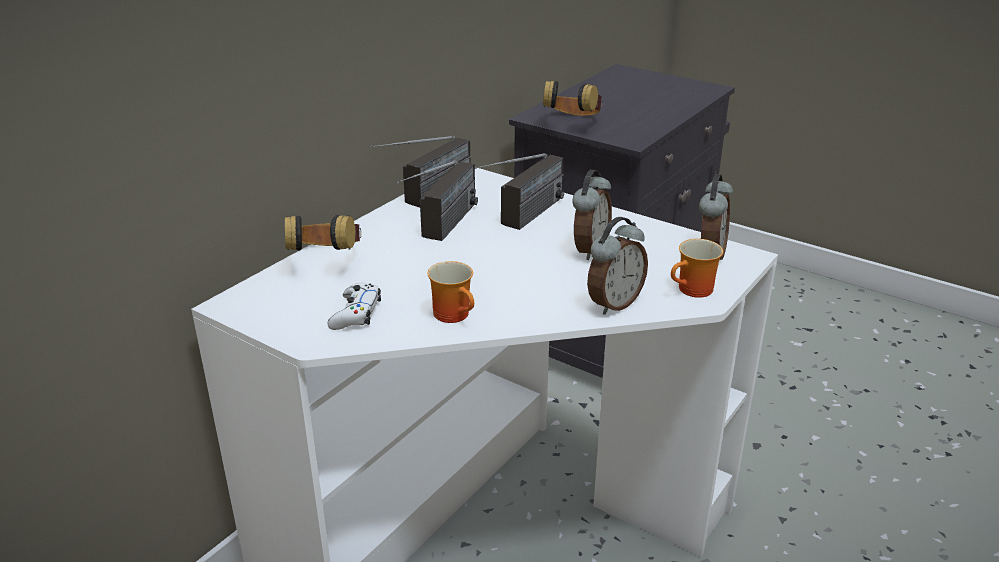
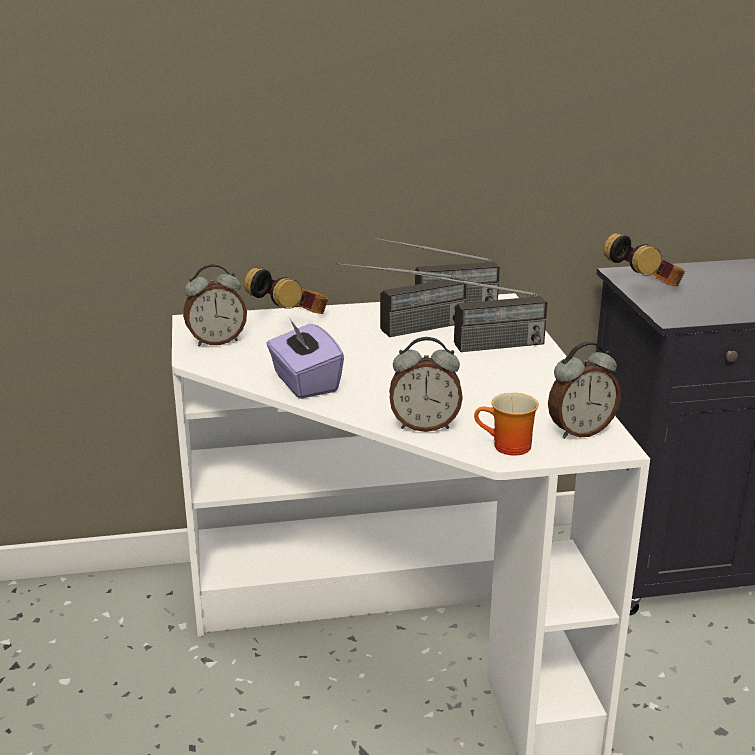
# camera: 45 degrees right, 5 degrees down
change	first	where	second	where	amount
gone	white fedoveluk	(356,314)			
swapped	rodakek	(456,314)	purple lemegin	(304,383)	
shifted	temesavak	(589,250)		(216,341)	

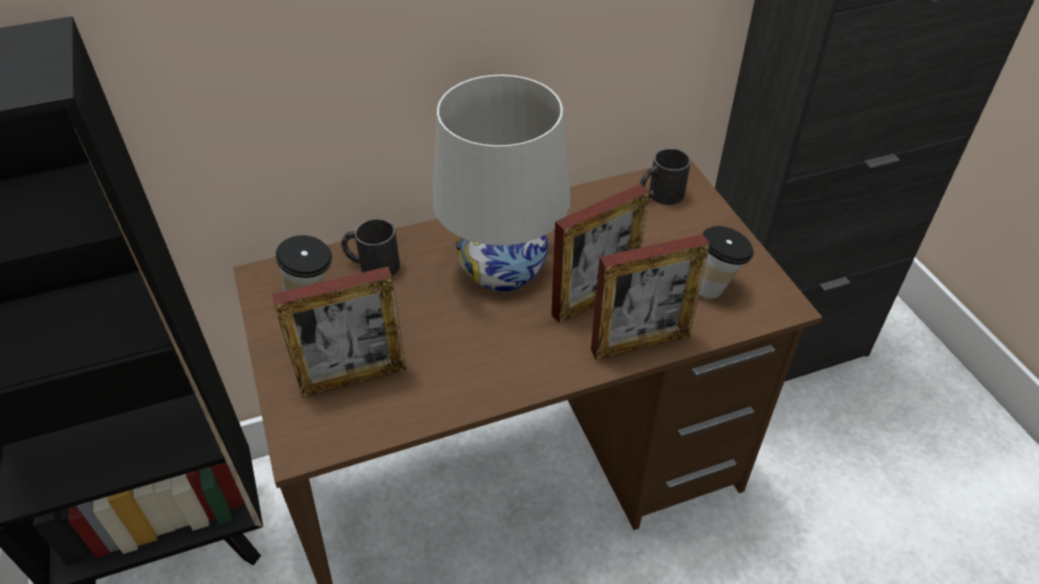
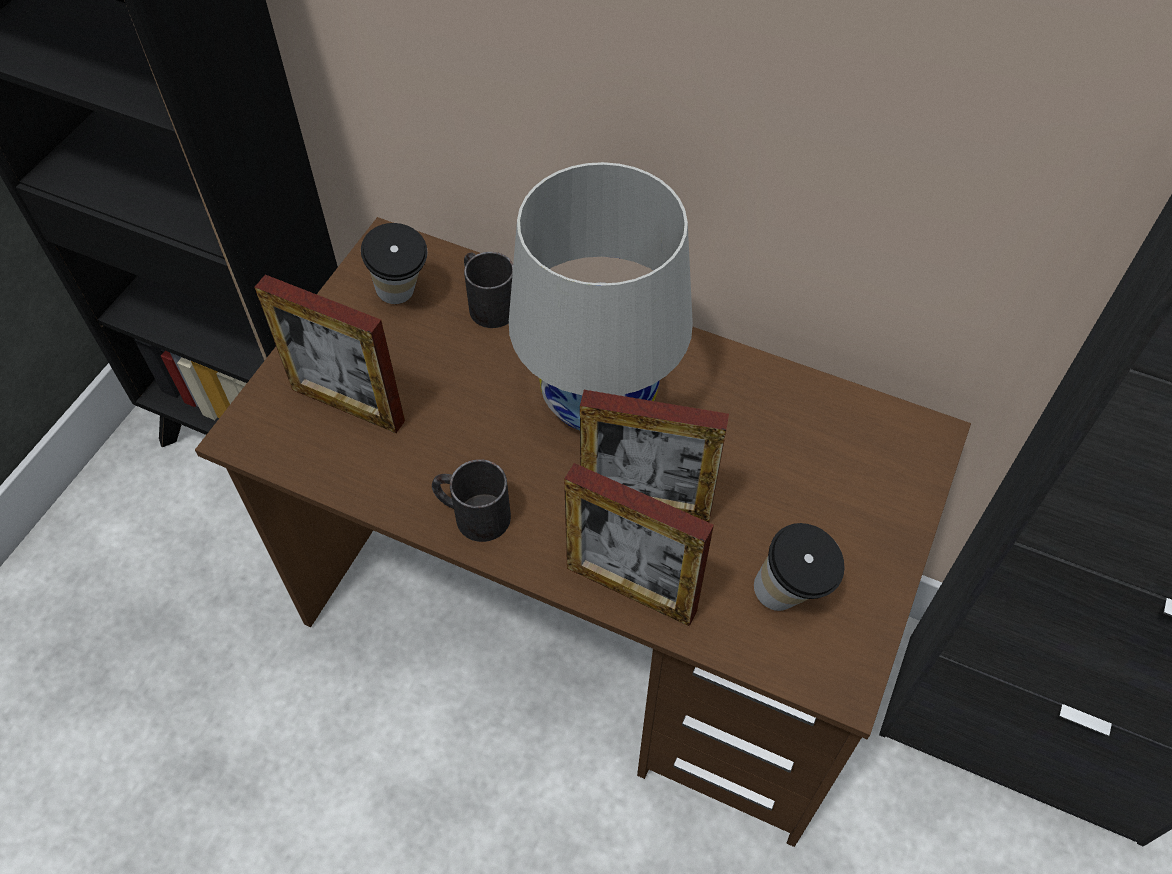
# camera: 45 degrees right, 10 degrees up
change	first	where	second	where	amount
shifted	black rodakek	(660,195)		(472,514)	

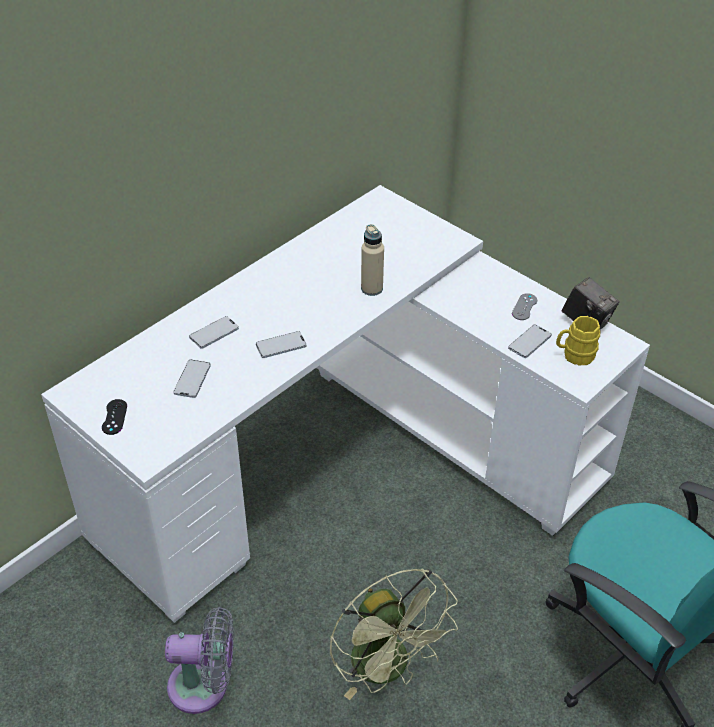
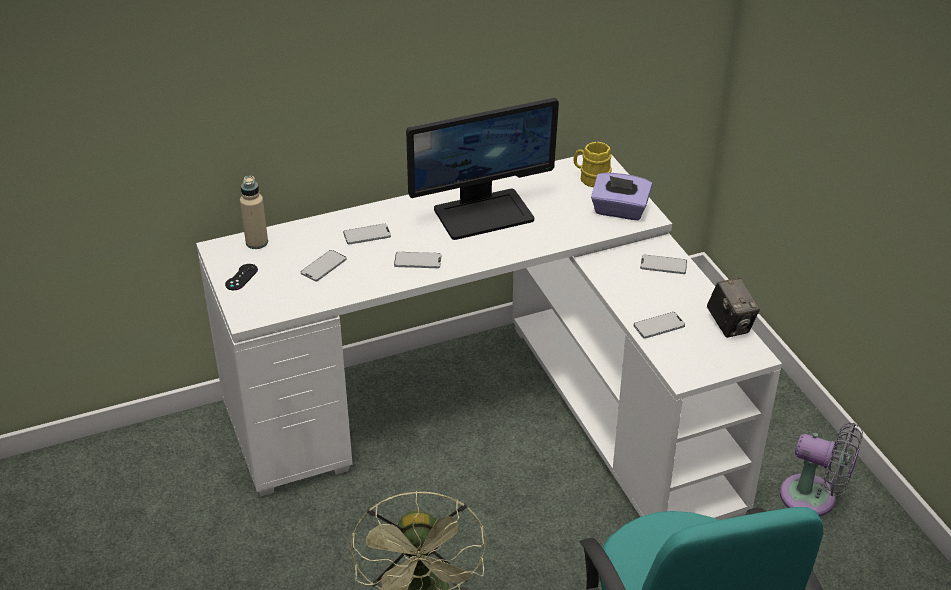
# camera: 25 degrees right, 5 degrees down
change	first	where	second	where	amount
shifted	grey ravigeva	(204,686)		(814,498)	
shifted	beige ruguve	(372,288)		(257,242)	
gone	grey fedoveluk	(524,307)			
shifted	yellow rodakek	(574,355)		(591,178)	
new			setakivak	(483,213)	
new			purple lemegin	(619,211)	
new			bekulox	(663,265)	

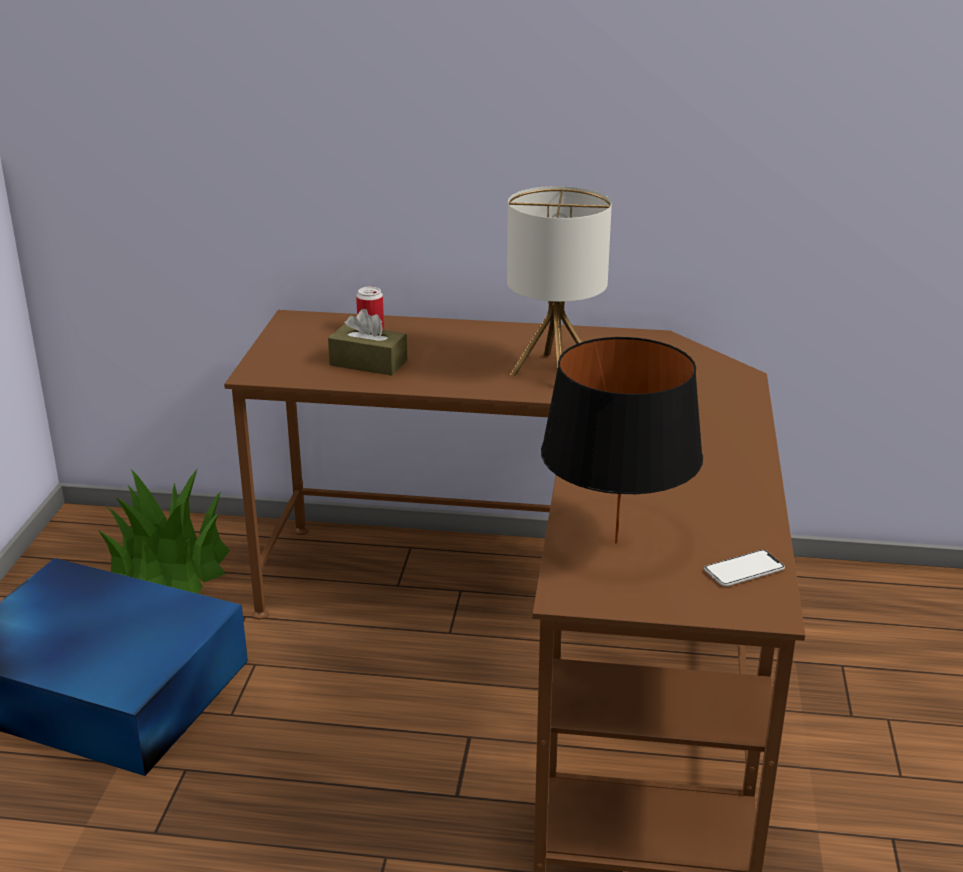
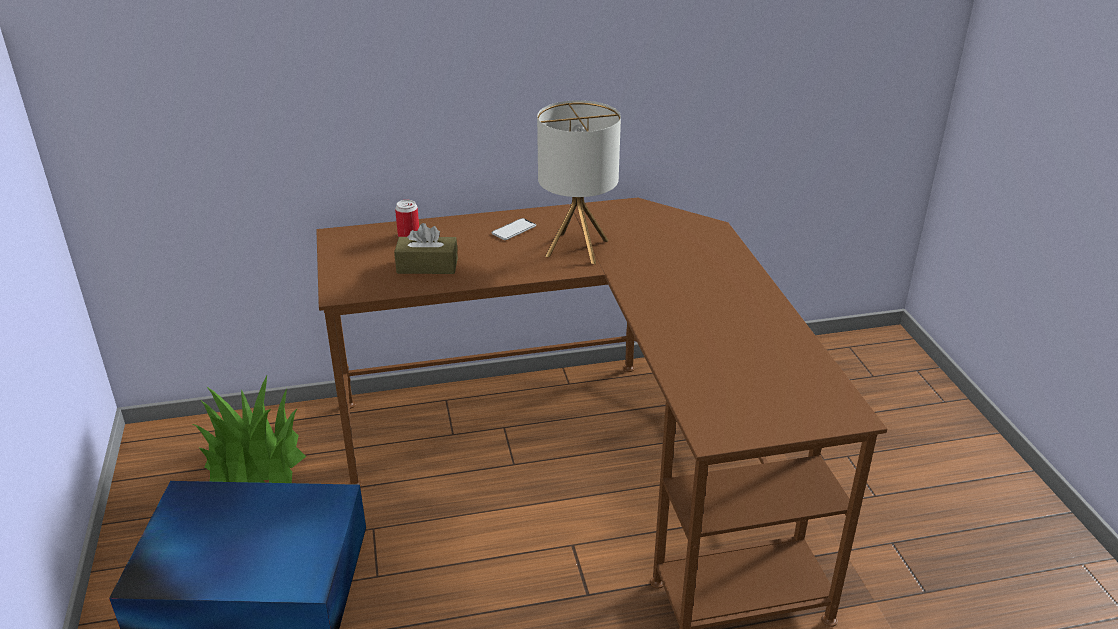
# camera: 20 degrees left, 5 degrees up
change	first	where	second	where	amount
gone	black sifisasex	(615,543)			
shifted	bekulox	(744,570)		(513,230)	

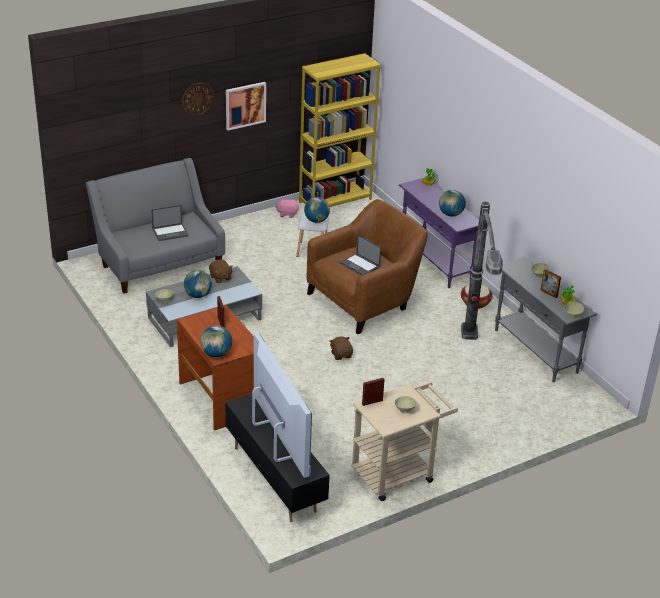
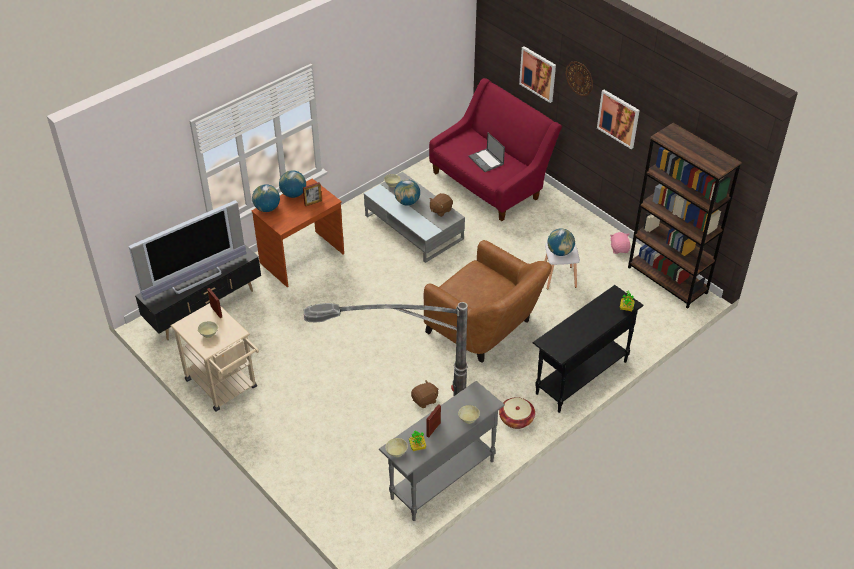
# camera: 80 degrees right, 10 degrees up
change	first	where	second	where	amount
repainted	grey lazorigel	(159,262)	red lazorigel	(490,182)	
repainted	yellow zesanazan	(335,201)	brown zesanazan	(667,280)	
shifted	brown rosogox	(341,355)		(425,400)	
gone	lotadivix	(360,265)			
repainted	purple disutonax	(435,263)	black disutonax	(581,377)	
shifted	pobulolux	(450,214)		(293,194)	
new			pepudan	(538,74)	

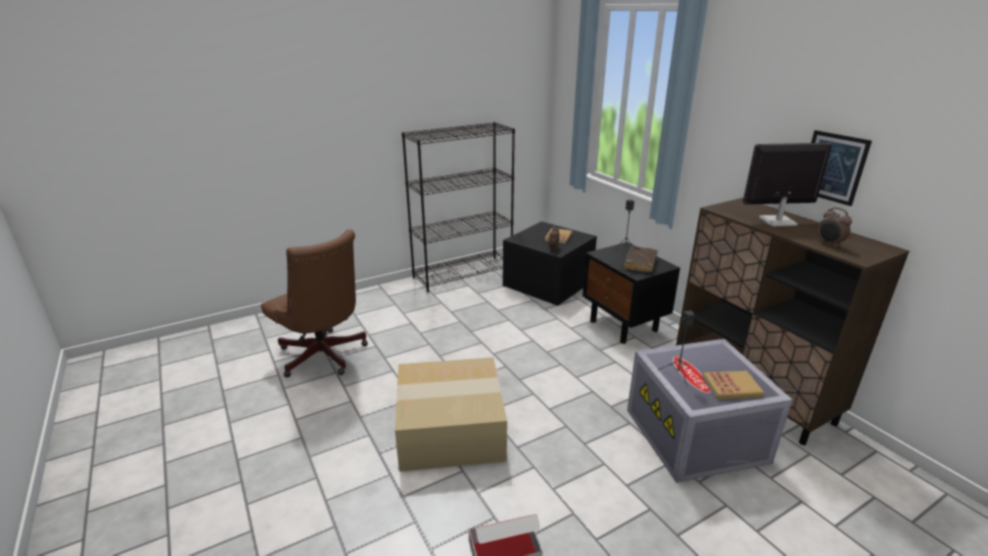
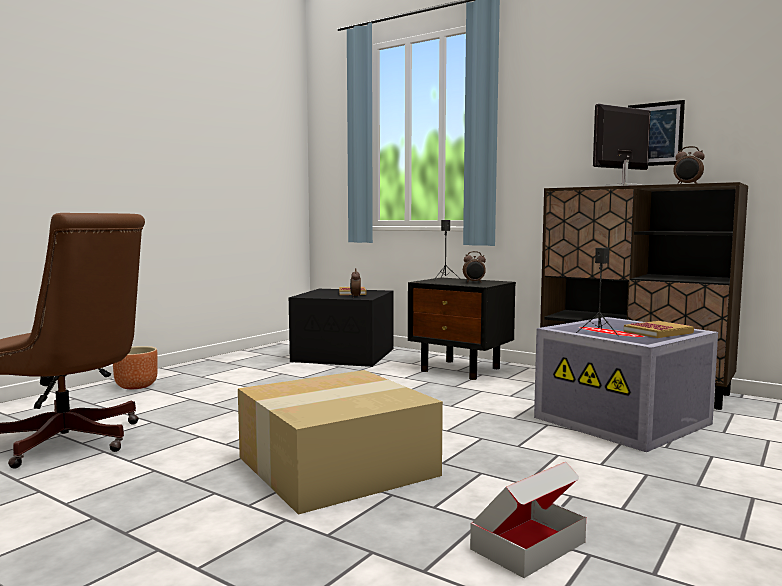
# camera: 25 degrees left, 20 degrees down
change	first	where	second	where	amount
gone	black zesanazan	(463,273)			
swapped	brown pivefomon	(640,263)	temesavak	(474,282)	
new			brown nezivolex	(135,386)	

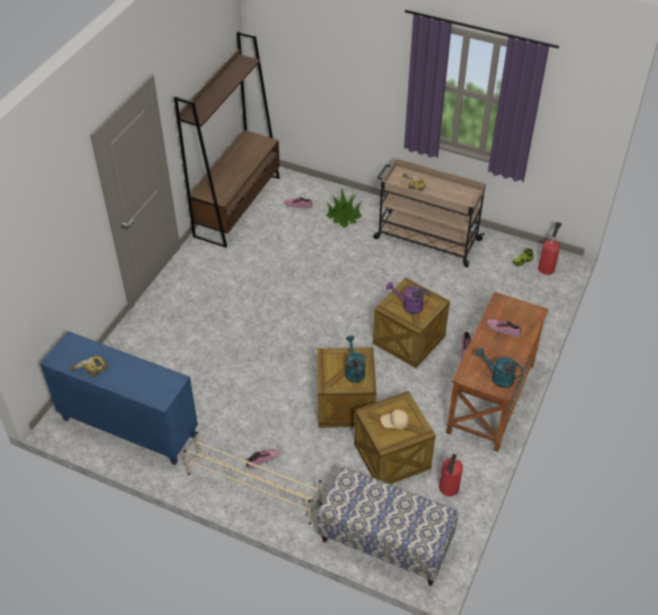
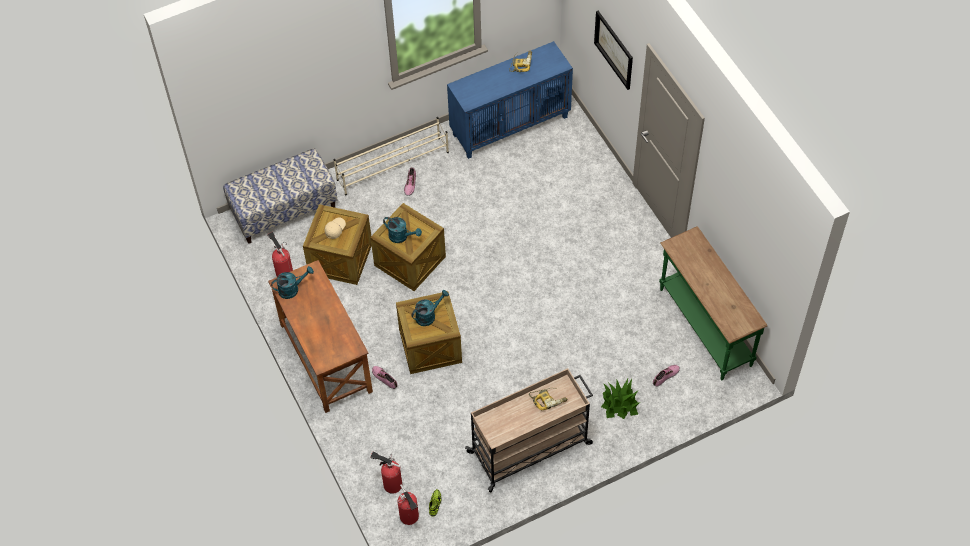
# camera: 130 degrees right, 10 degrees up
change	first	where	second	where	amount
swapped	brown zesanazan	(238,206)	green disutonax	(704,327)	
repainted	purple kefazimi	(408,306)	turquoise kefazimi	(428,315)	
gone	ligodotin	(503,329)			
new			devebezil	(390,484)	
new			pepudan	(614,49)	

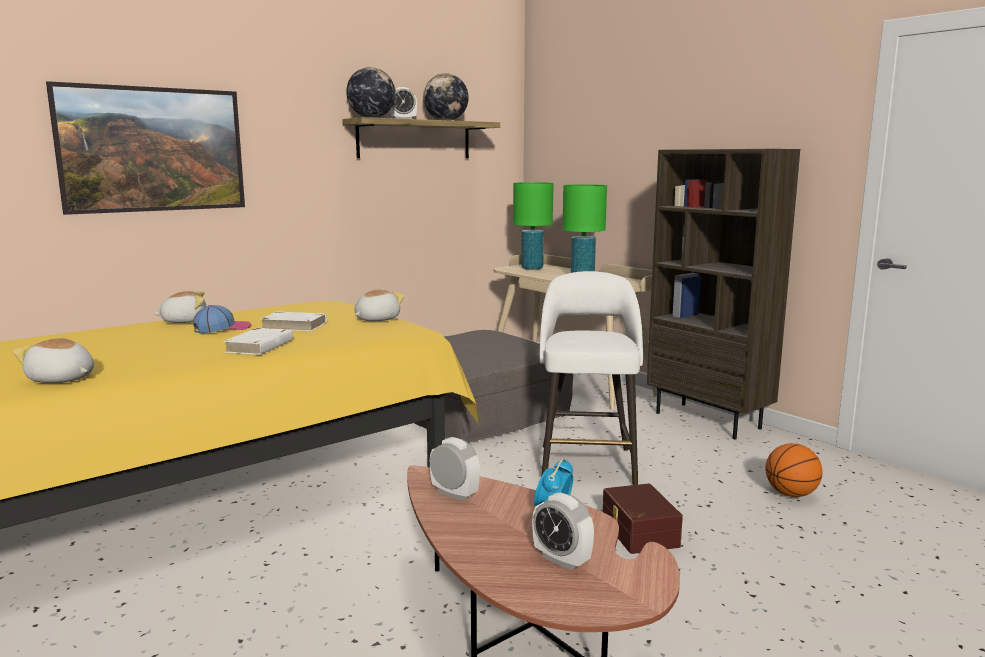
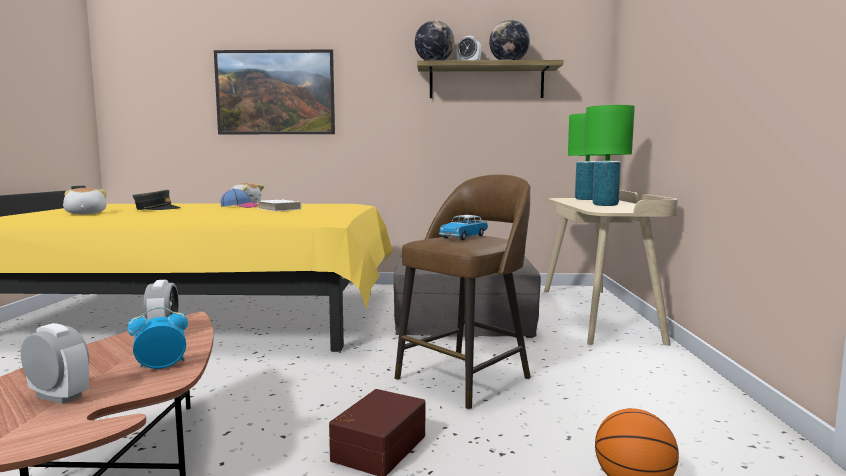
# camera: 40 degrees right, 5 degrees down
change	first	where	second	where	amount
gone	white pivefomon	(260,346)			
gone	rosogox	(376,319)			
rotated	temesavak	(561,559)		(59,396)	120 degrees clockwise
repainted	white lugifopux	(587,463)	brown lugifopux	(466,377)	
gone	brown zesanazan	(709,420)			
new			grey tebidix	(157,209)	
new			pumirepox	(464,237)	

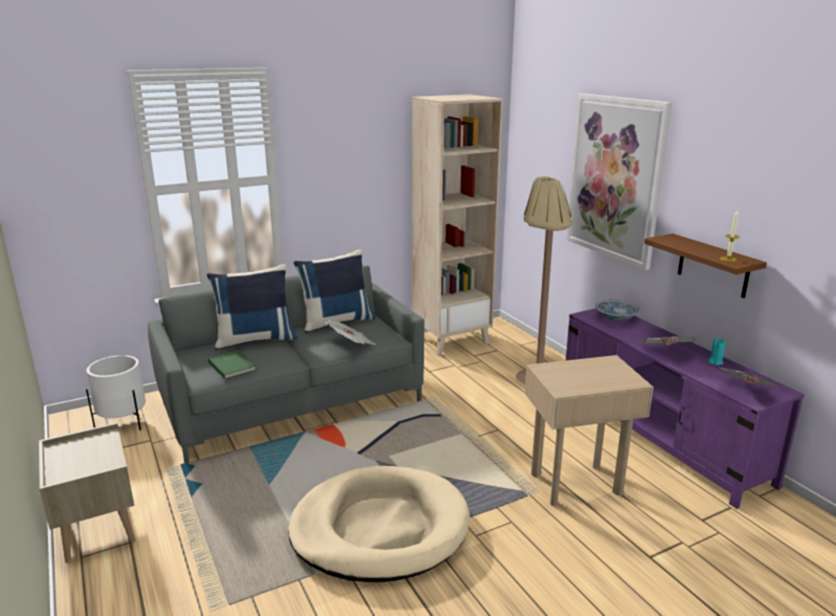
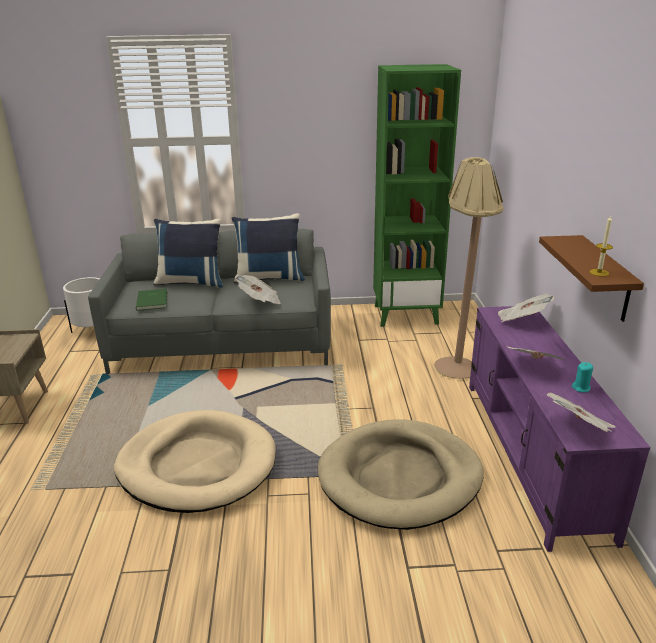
# camera: 25 degrees right, 5 degrees up
change	first	where	second	where	amount
repainted	beige zesanazan	(452,339)	green zesanazan	(406,314)	
swapped	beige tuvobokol	(576,484)	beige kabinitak	(400,477)	
gone	pepudan	(615,178)			
swapped	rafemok	(615,318)	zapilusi	(522,320)	

